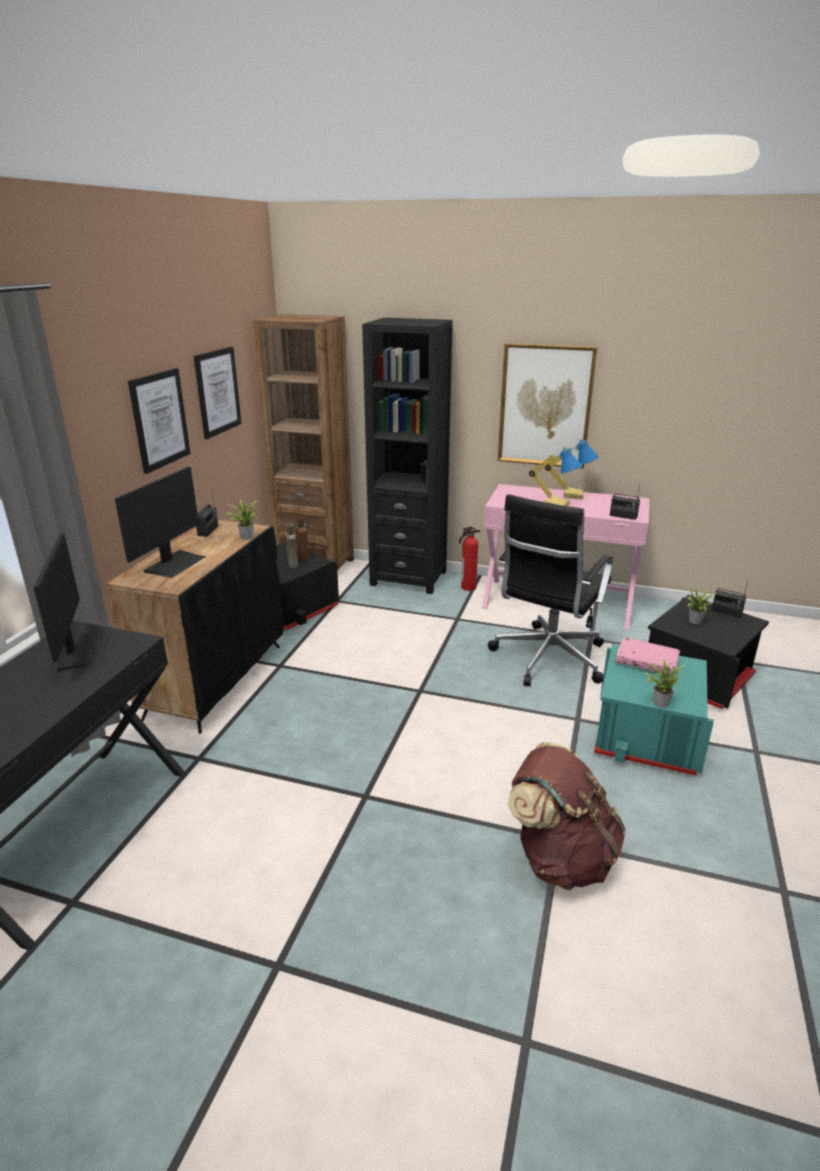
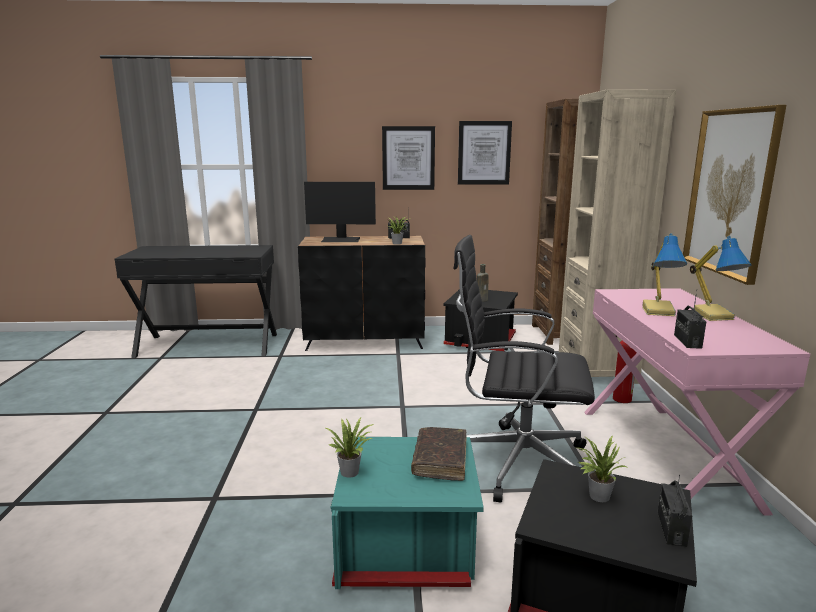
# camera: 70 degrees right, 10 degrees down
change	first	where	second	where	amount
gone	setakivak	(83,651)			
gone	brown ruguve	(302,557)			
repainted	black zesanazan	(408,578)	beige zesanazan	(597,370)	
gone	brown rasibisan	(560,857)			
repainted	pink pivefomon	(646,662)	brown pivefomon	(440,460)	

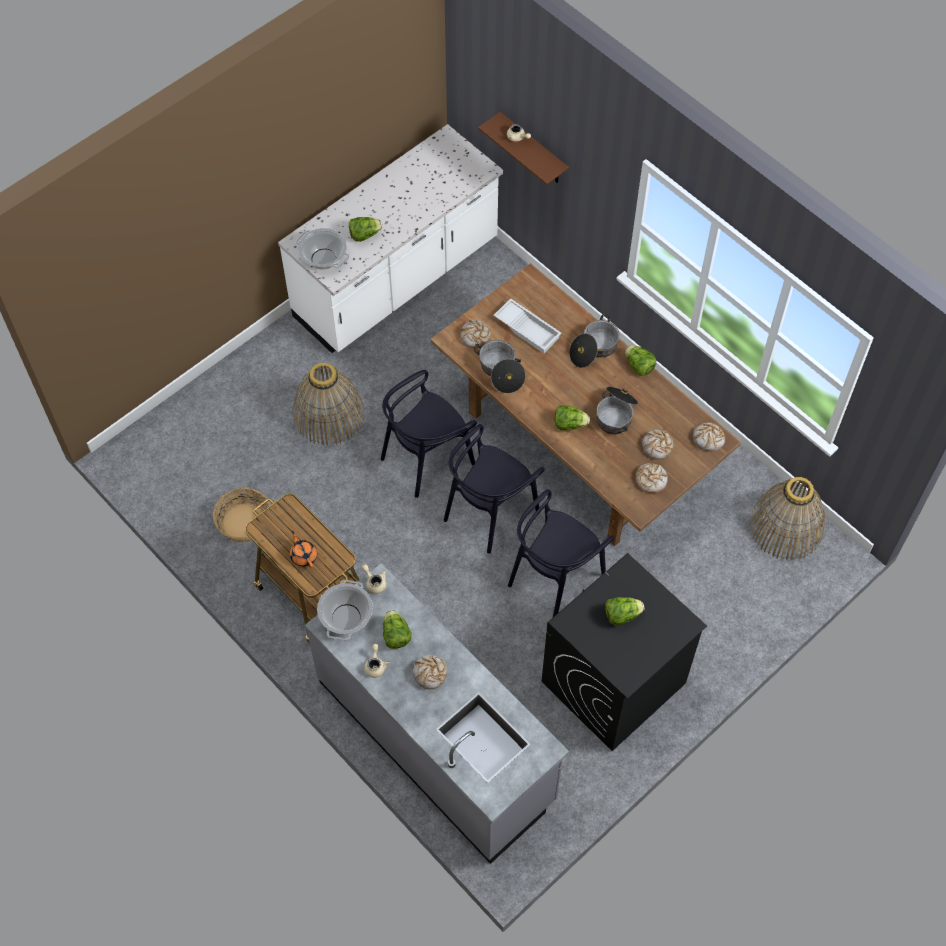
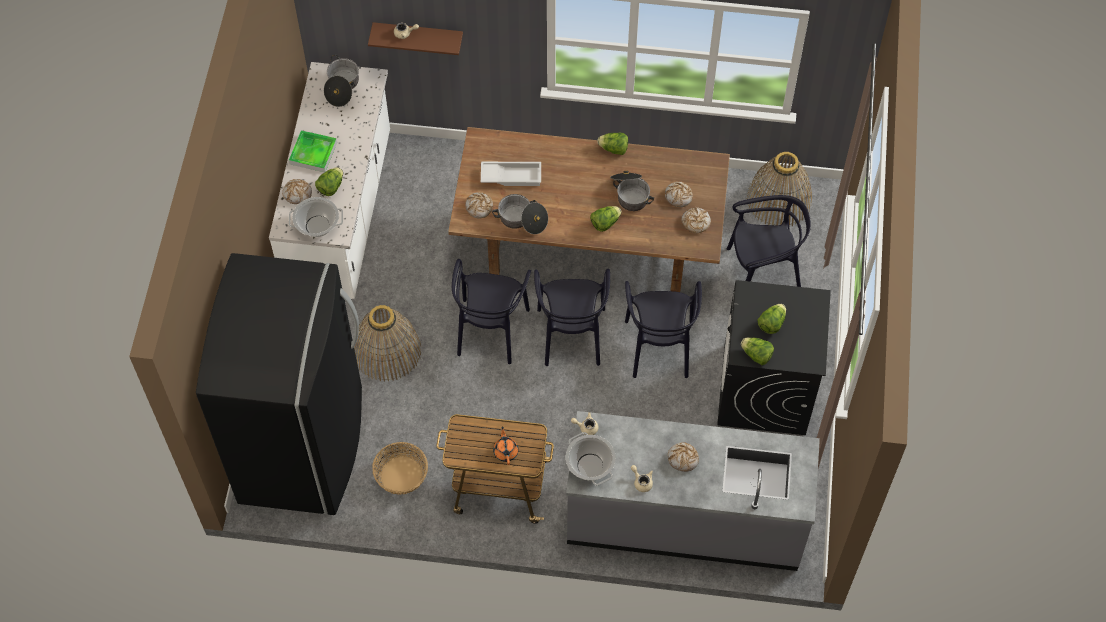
# camera: 40 degrees left, 0 degrees up
change	first	where	second	where	amount
rotated	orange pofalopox	(304,555)		(506,451)	60 degrees clockwise
shifted	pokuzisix	(395,635)		(756,355)	
shifted	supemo	(593,349)		(342,87)	
shifted	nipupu	(708,439)		(297,193)	
new			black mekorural	(303,444)	
new			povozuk	(313,153)	
new			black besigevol	(762,272)	

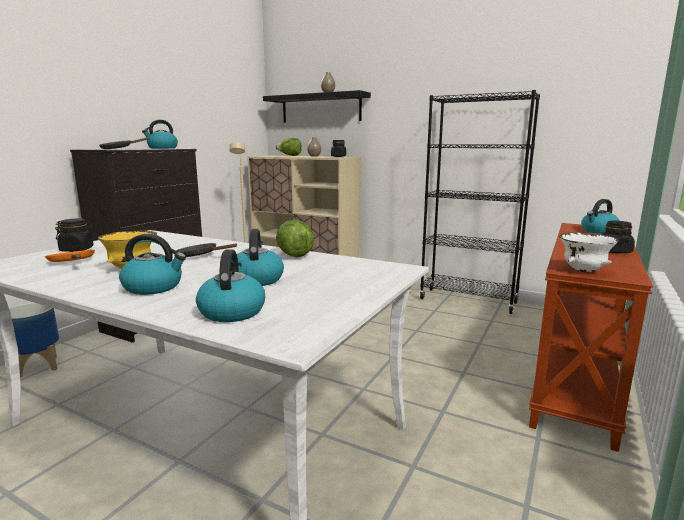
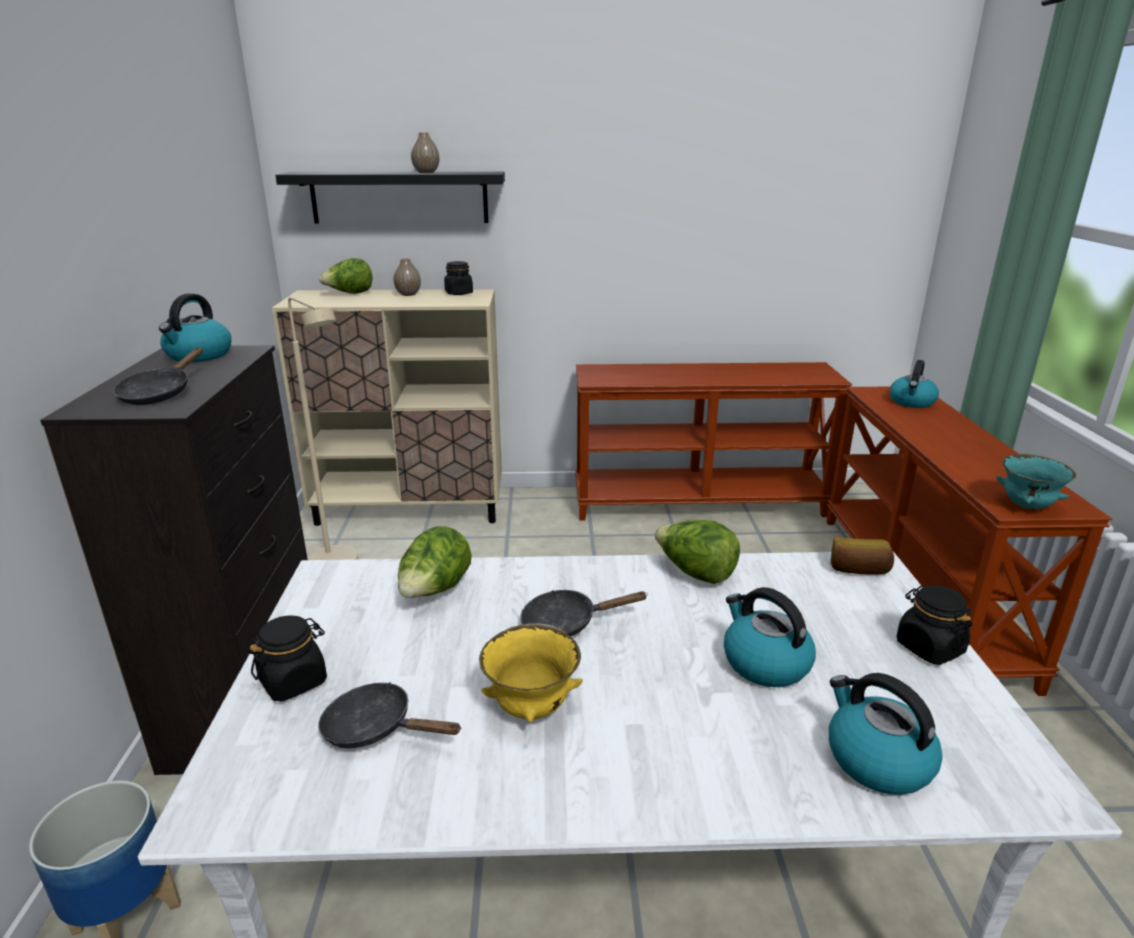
# camera: 30 degrees left, 10 degrees up
change	first	where	second	where	amount
repainted	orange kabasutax	(73,262)	black kabasutax	(376,728)	
gone	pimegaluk	(154,287)			
swapped	black zesanazan	(468,301)	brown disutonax	(698,502)	
repainted	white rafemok	(583,271)	turquoise rafemok	(1026,506)	
shifted	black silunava	(614,251)		(929,647)	
new			pokuzisix	(435,592)	
new			nipupu	(858,570)	

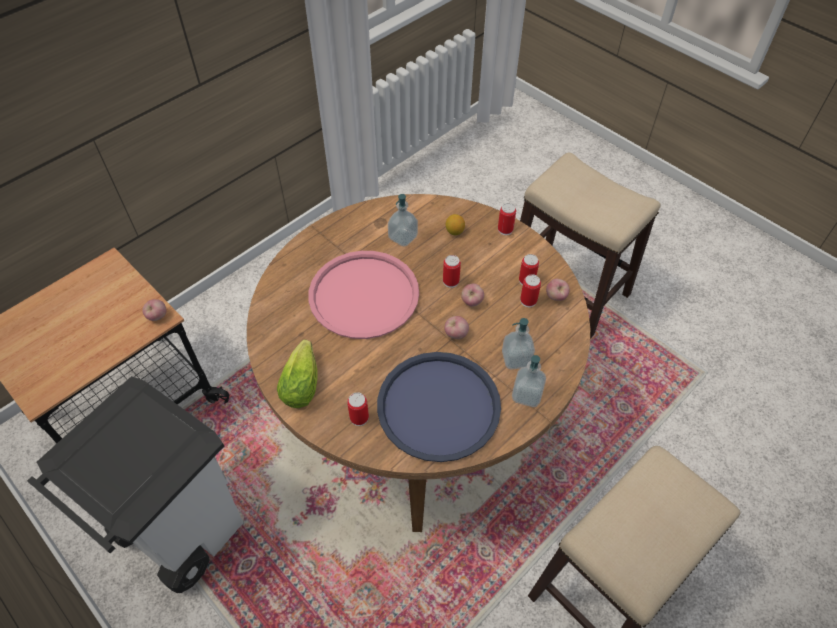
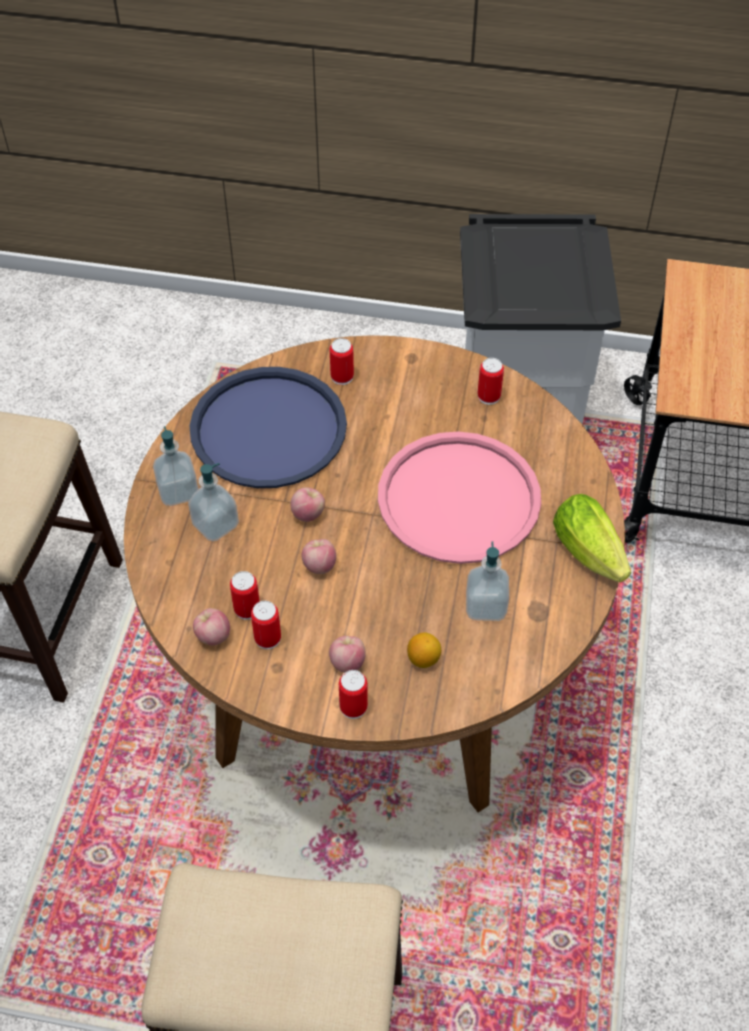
# camera: 145 degrees right, 0 degrees up
change	first	where	second	where	amount
shifted	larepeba	(157,316)		(347,662)	
shifted	pokuzisix	(302,381)		(591,555)	
shifted	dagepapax	(451,281)		(488,396)	

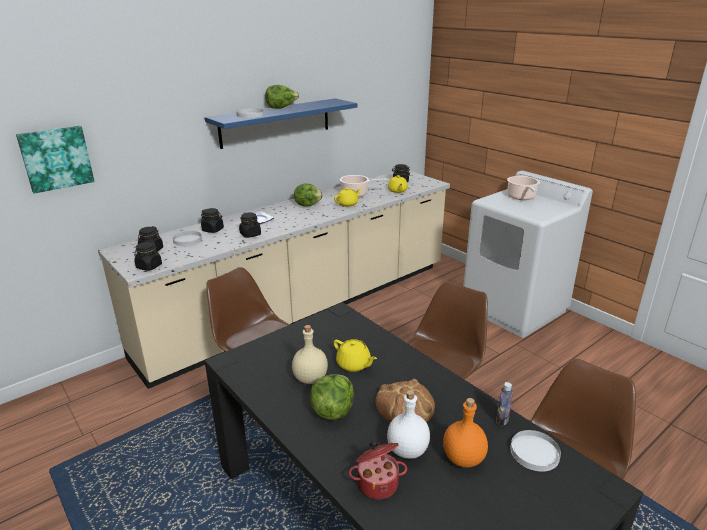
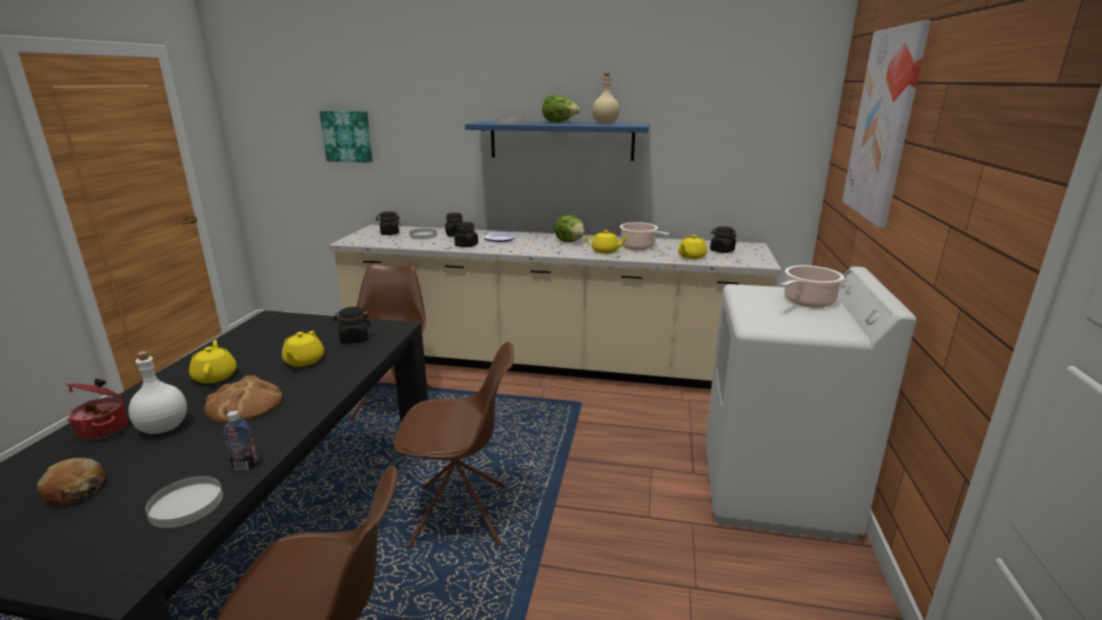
# camera: 50 degrees right, 5 degrees down
change	first	where	second	where	amount
shifted	black silunava	(149,266)		(354,339)	
shifted	beige ruguve	(309,378)		(605,123)	
swapped	pokuzisix	(332,411)	yellow pofalopox	(215,376)	
gone	orange ruguve	(463,459)			
new			nipupu	(74,490)	
new			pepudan	(884,125)	

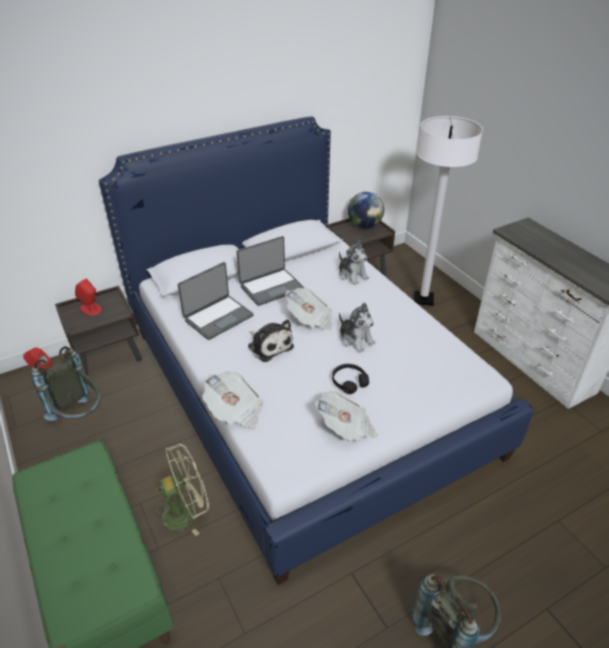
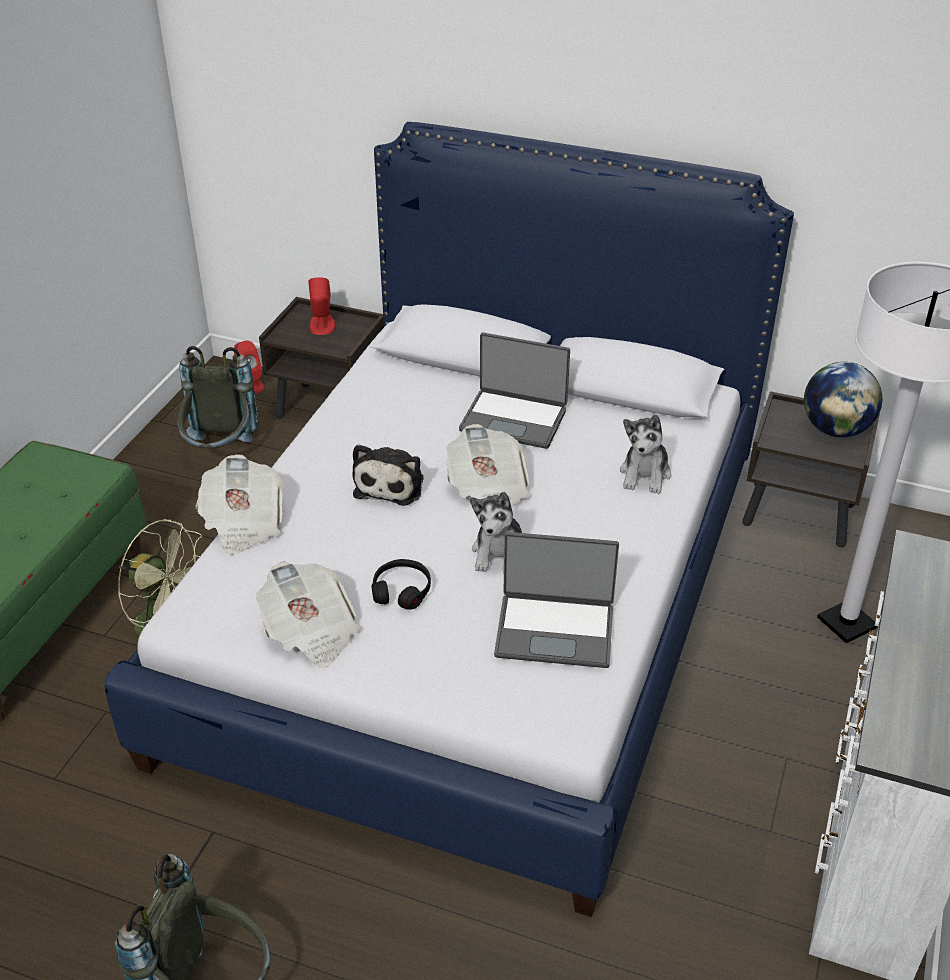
# camera: 50 degrees right, 0 degrees up
change	first	where	second	where	amount
shifted	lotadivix	(218,317)		(555,630)	

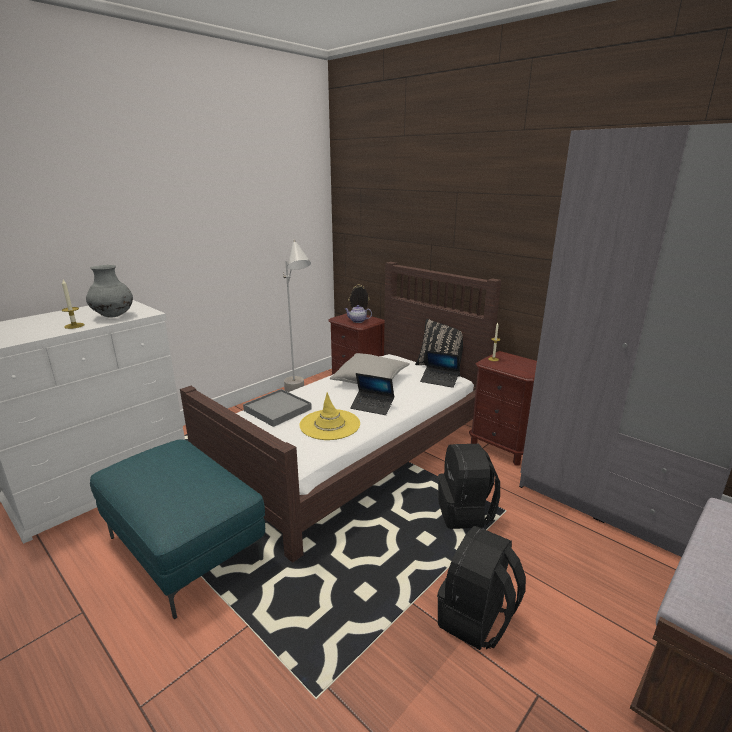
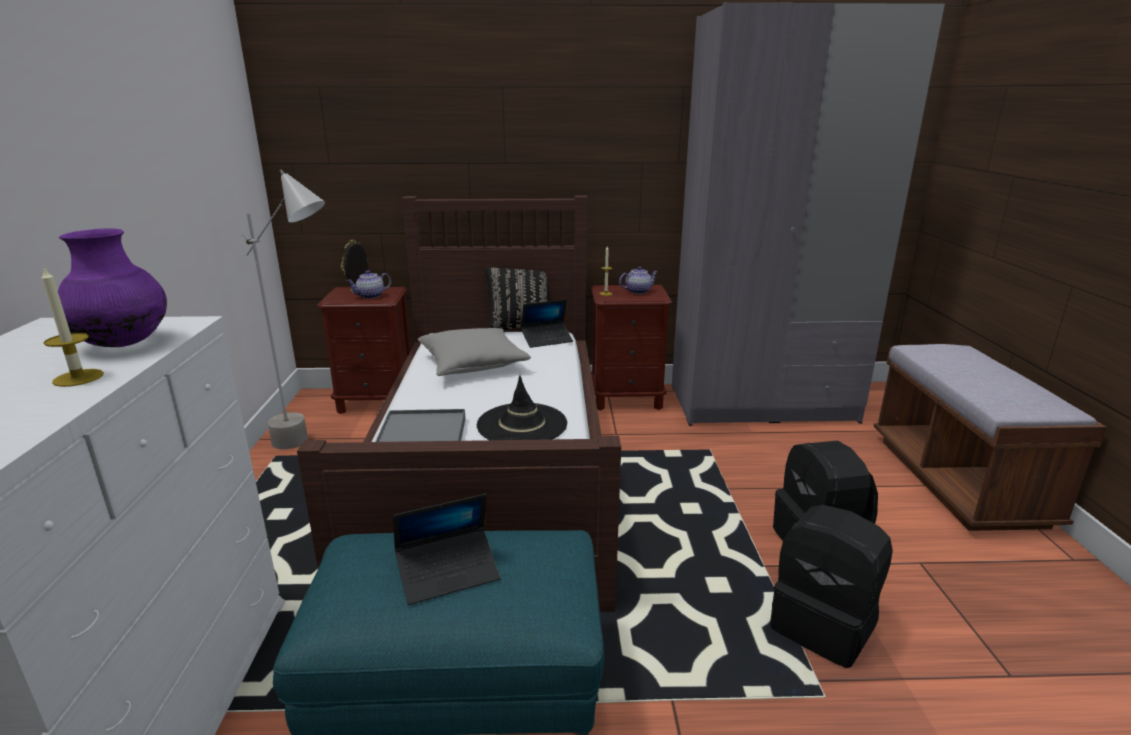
# camera: 45 degrees left, 0 degrees up
change	first	where	second	where	amount
repainted	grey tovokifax	(114,316)	purple tovokifax	(124,344)	
repainted	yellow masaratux	(330,425)	black masaratux	(522,424)	
shifted	lotadivix	(372,406)		(448,573)	
shifted	black rasibisan	(465,513)		(824,626)	
new			pofalopox	(638,291)	

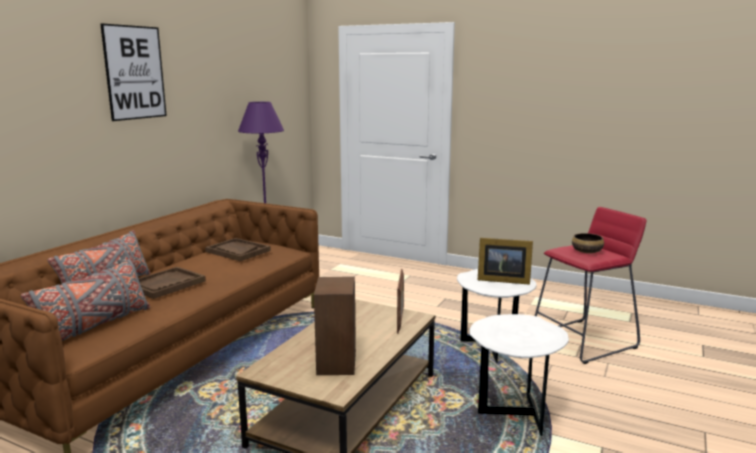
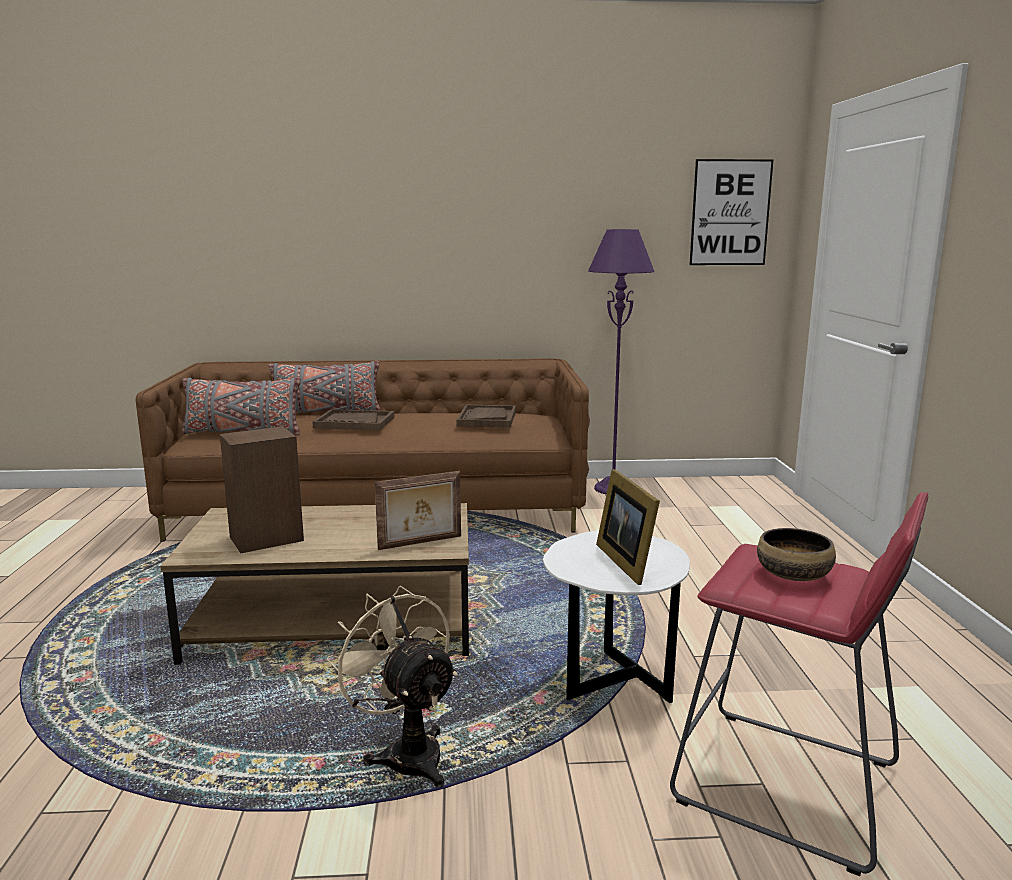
# camera: 60 degrees right, 0 degrees up
change	first	where	second	where	amount
shifted	pepudan	(135,72)		(730,213)	
swapped	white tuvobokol	(512,416)	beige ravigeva	(406,752)	

